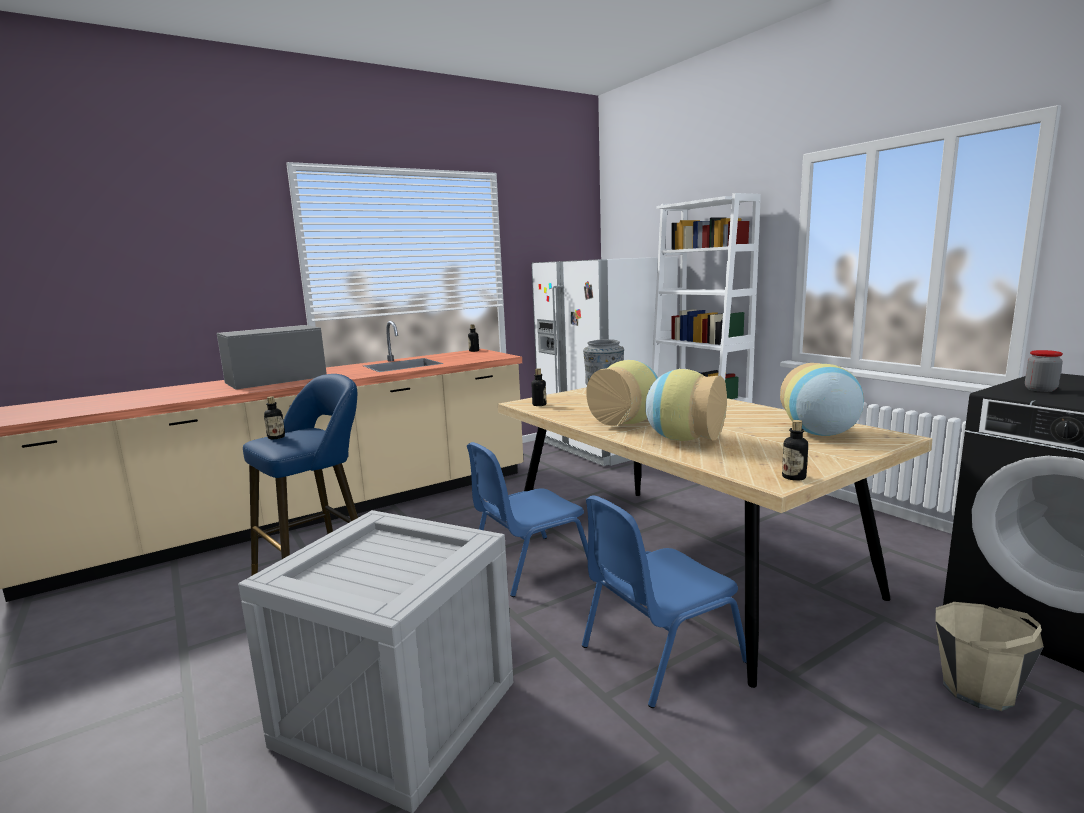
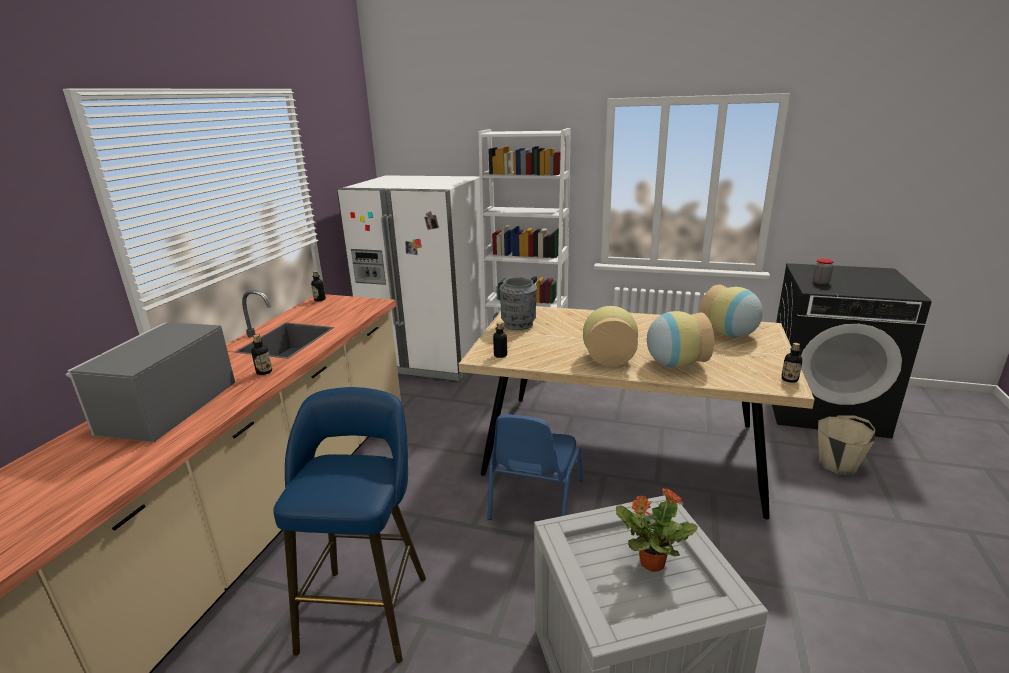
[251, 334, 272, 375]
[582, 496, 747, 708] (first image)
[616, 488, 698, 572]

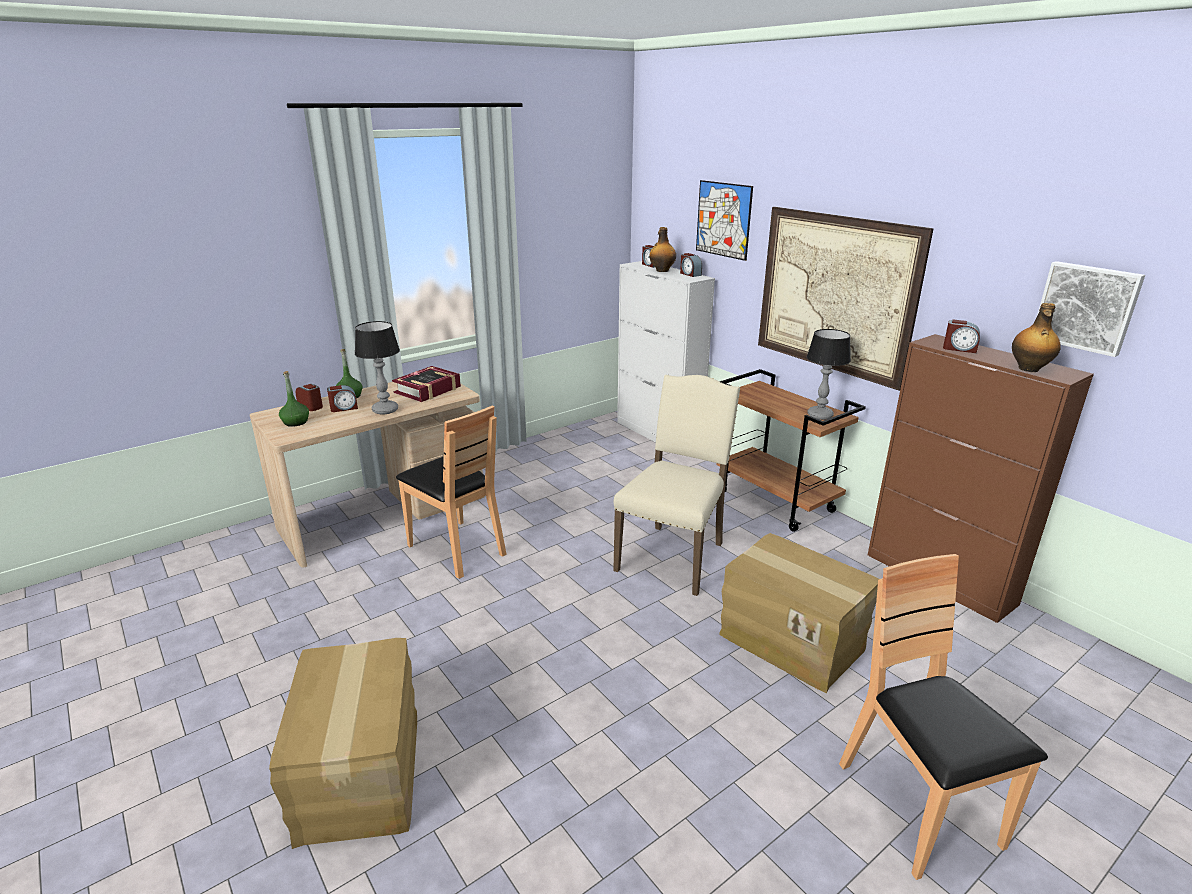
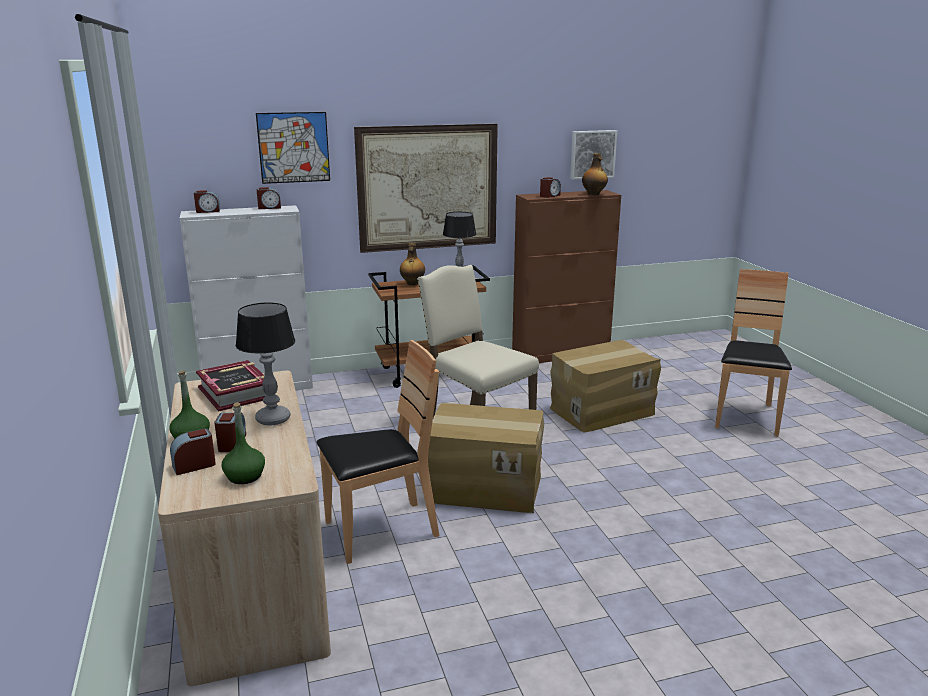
[428, 403, 544, 513]
[400, 243, 425, 286]
[715, 269, 792, 436]

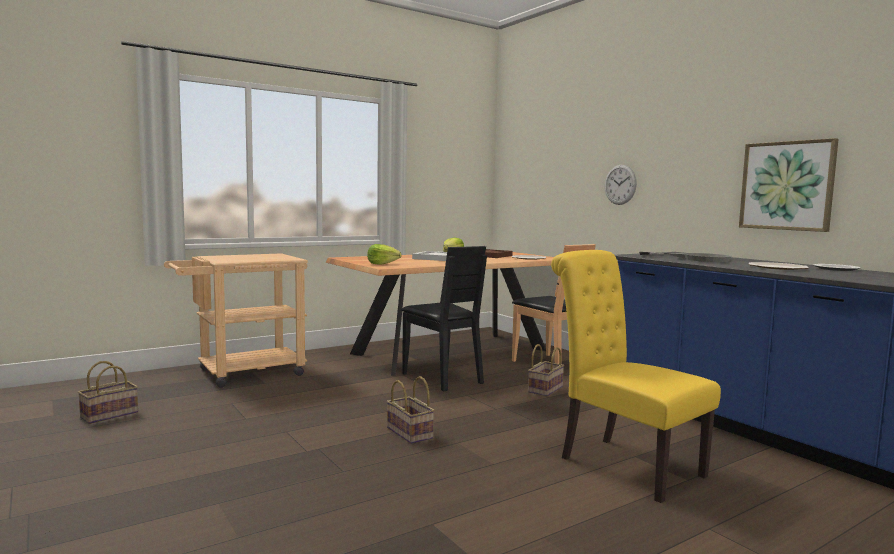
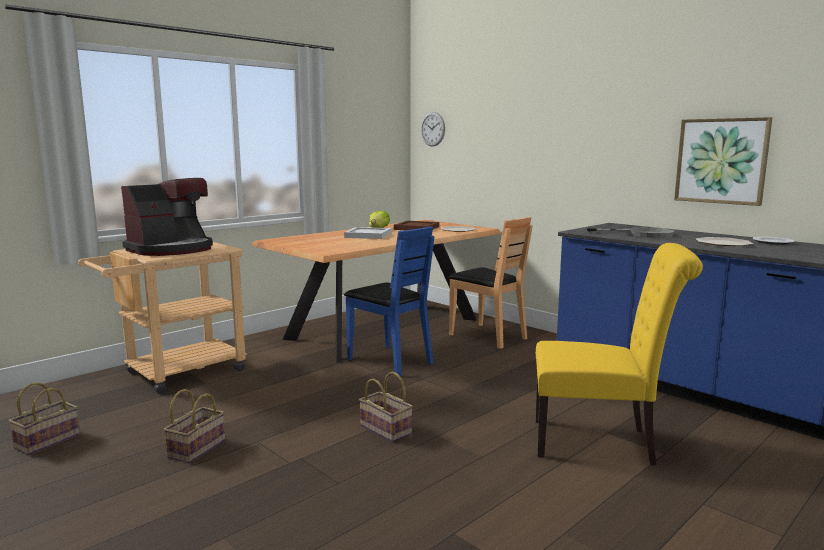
[367, 244, 402, 265] (first image)
[344, 227, 435, 376]
[164, 389, 225, 464]
[536, 243, 703, 465]
[421, 112, 445, 147]
[121, 178, 213, 256]

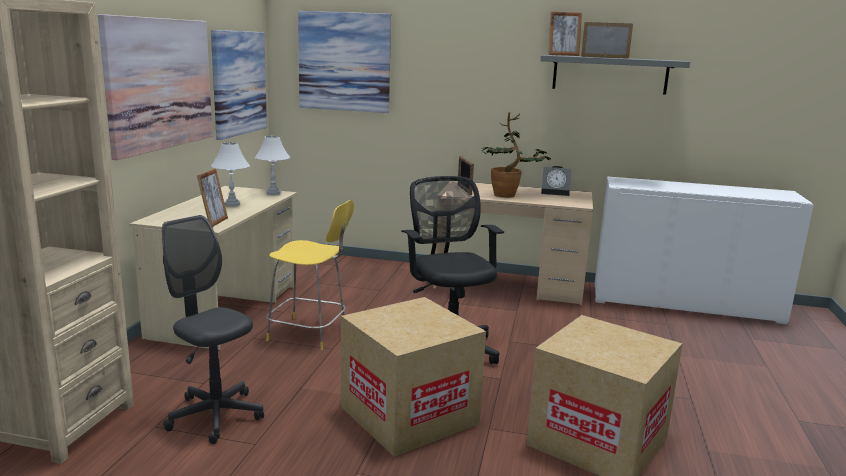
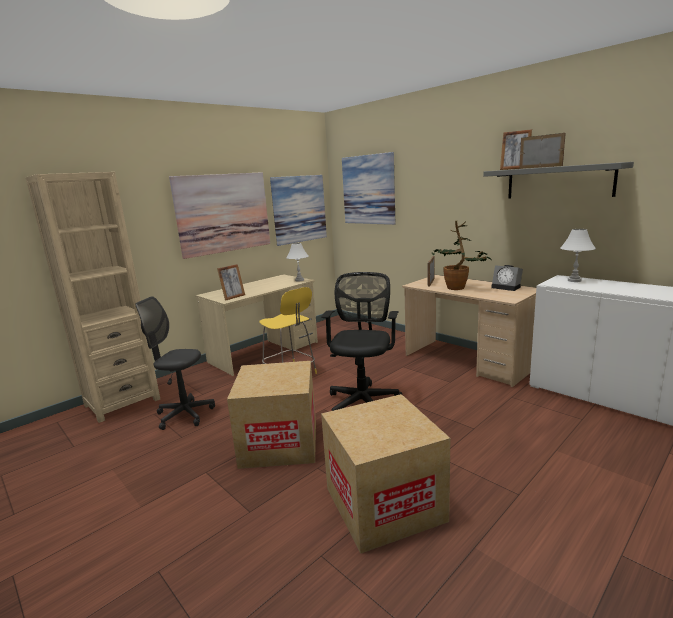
[135, 296, 215, 430]
[560, 229, 596, 282]

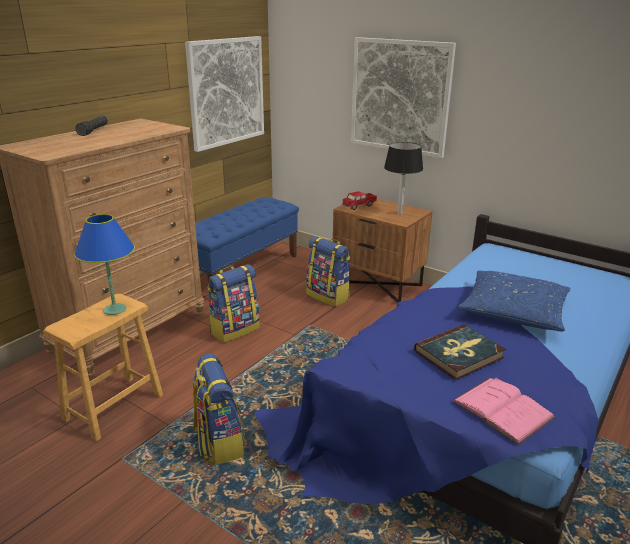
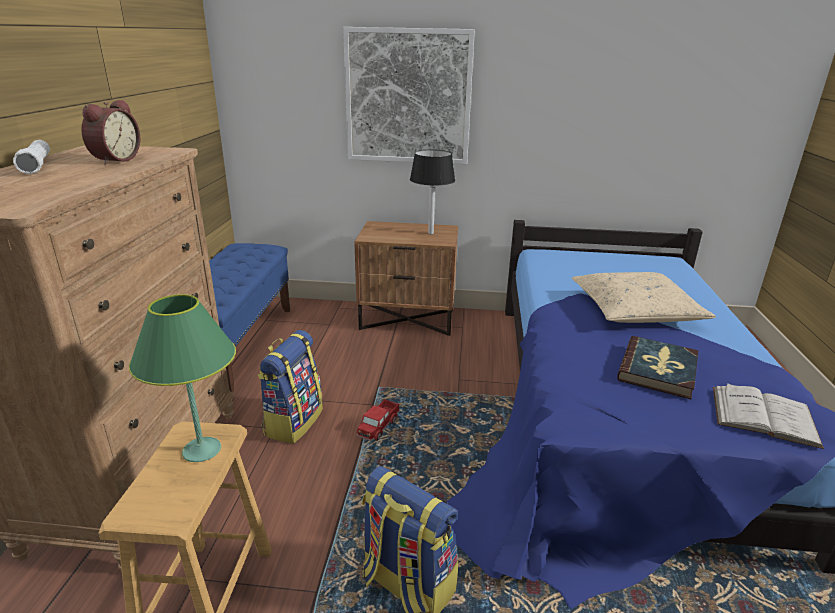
[129, 294, 236, 462]
[13, 140, 50, 174]
[185, 36, 264, 152] (first image)
[306, 236, 350, 307] (first image)
[357, 399, 400, 441]
[713, 384, 824, 449]
[572, 272, 716, 323]
[81, 100, 140, 165]

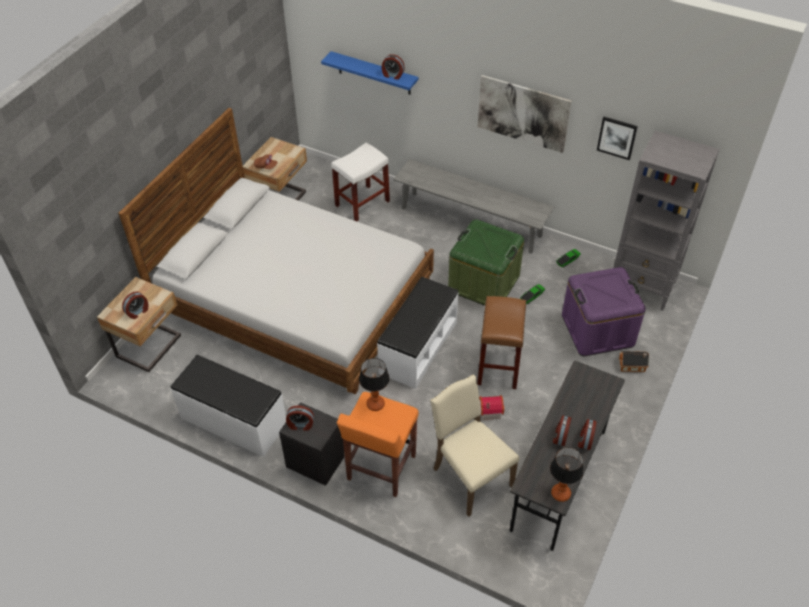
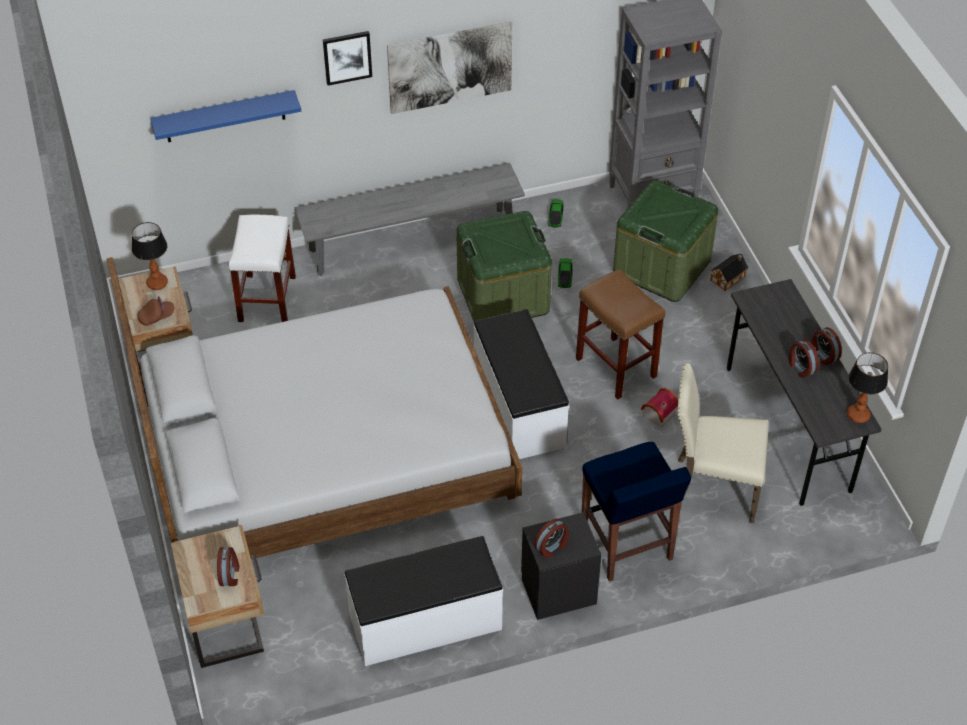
[582, 442, 691, 582]
[132, 222, 168, 290]
[382, 54, 405, 80] (first image)
[613, 180, 718, 302]
[323, 31, 372, 86]

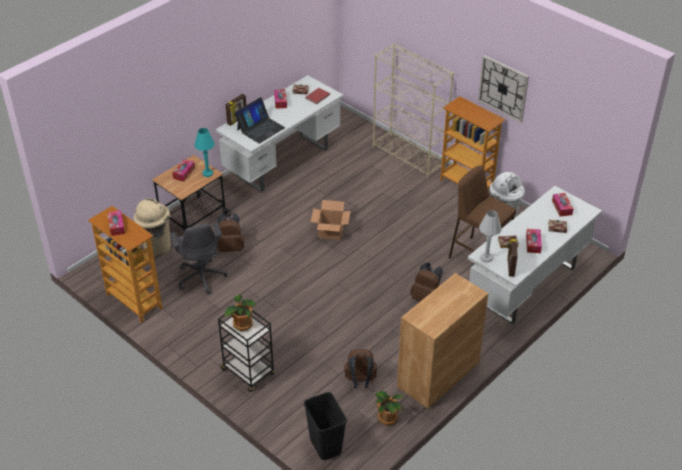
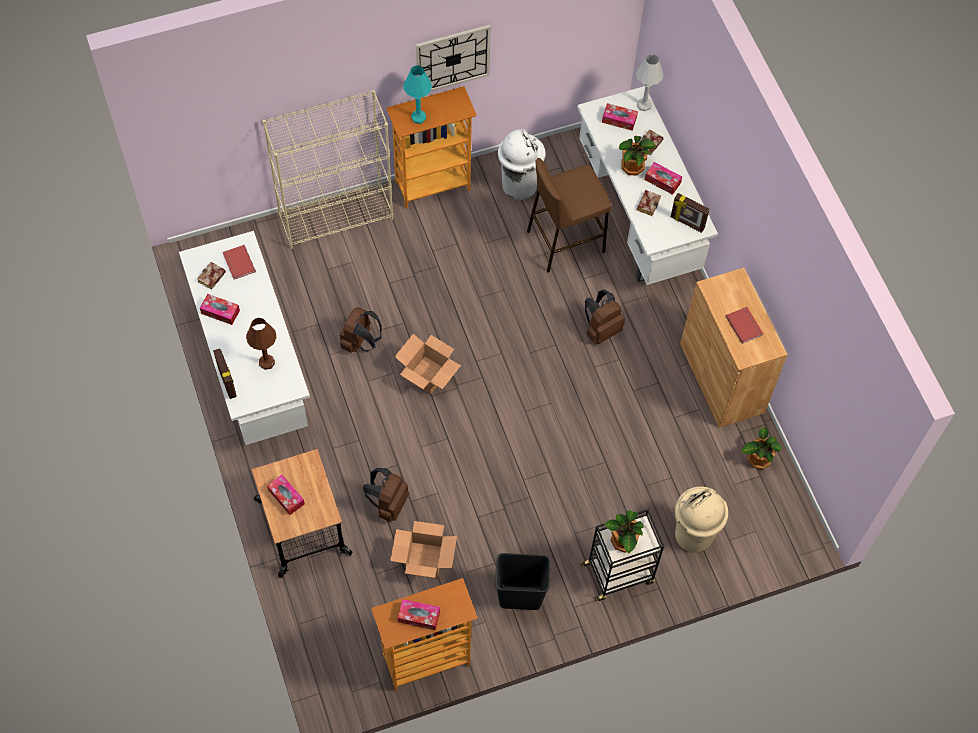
[675, 486, 728, 553]
[390, 521, 457, 578]
[403, 65, 432, 124]
[246, 318, 277, 370]
[495, 553, 550, 610]
[340, 307, 382, 353]
[636, 54, 663, 111]
[619, 136, 656, 175]
[726, 307, 763, 344]

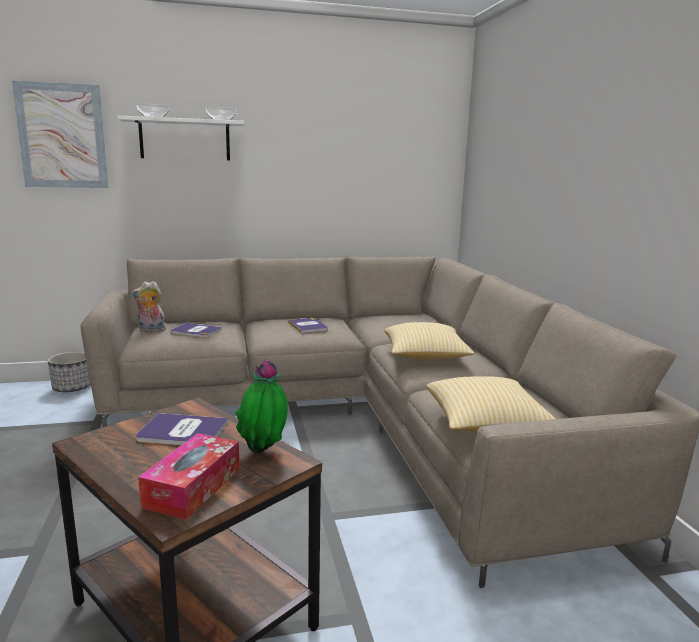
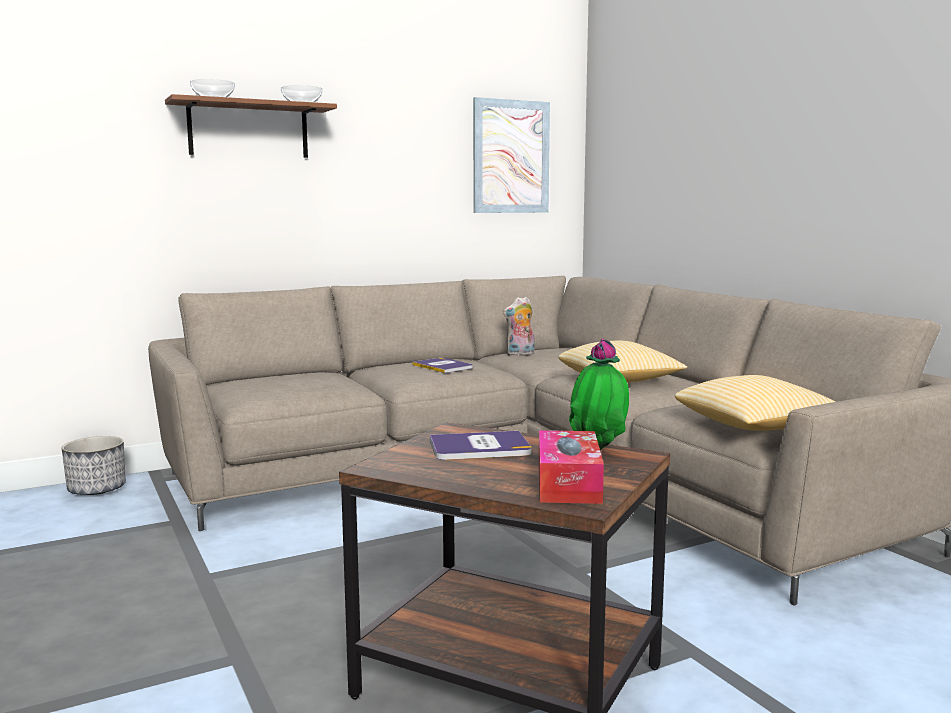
[473, 97, 550, 213]
[165, 94, 337, 158]
[503, 296, 535, 356]
[171, 323, 222, 338] (first image)

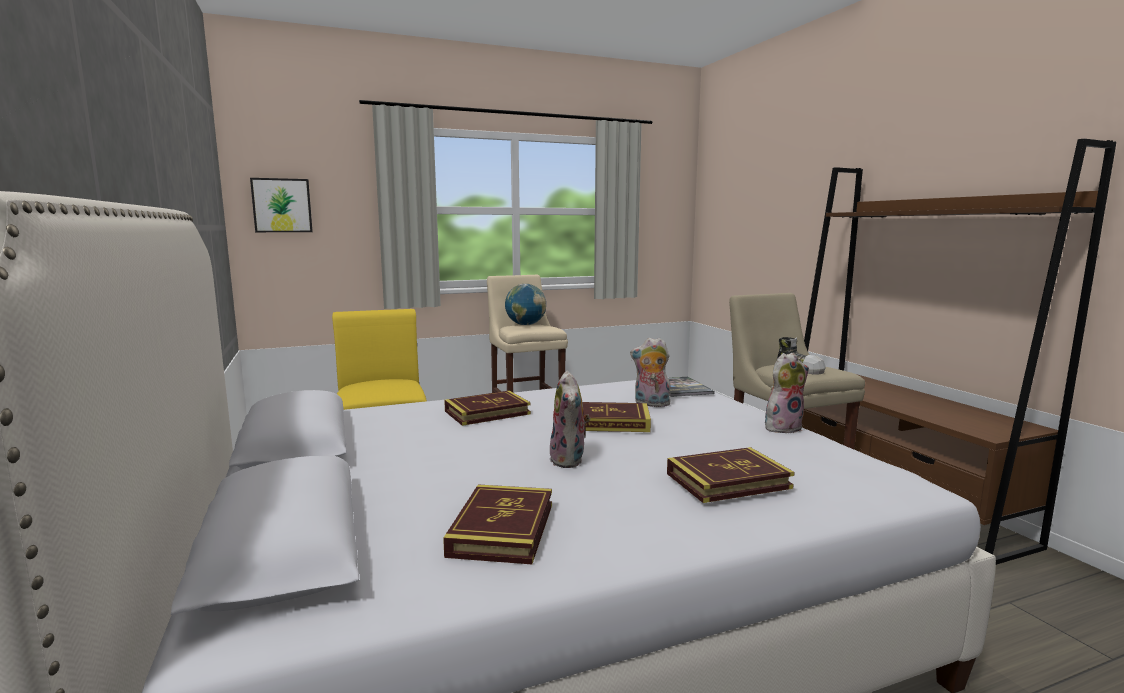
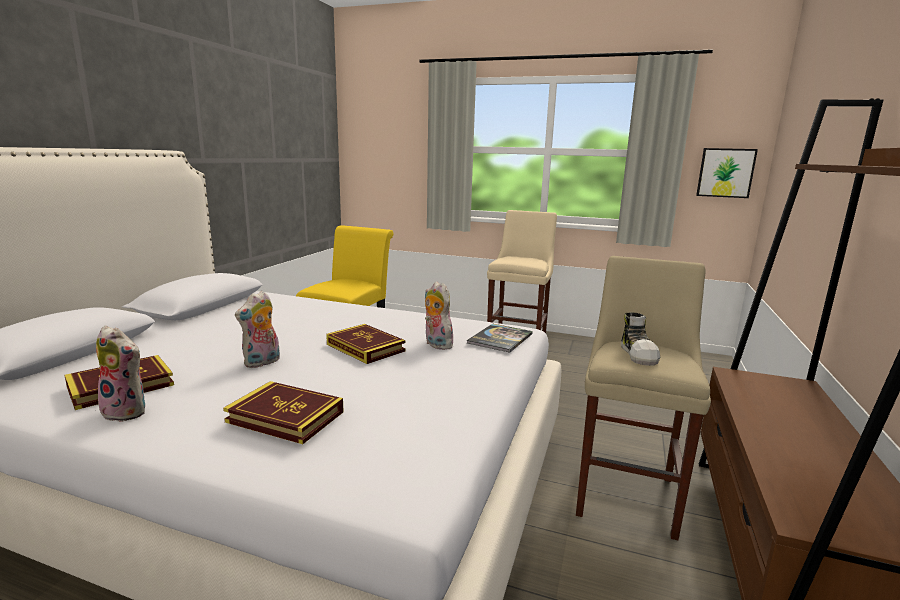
[696, 148, 758, 198]
[444, 390, 531, 426] (first image)
[505, 284, 546, 325] (first image)
[96, 325, 145, 422]

